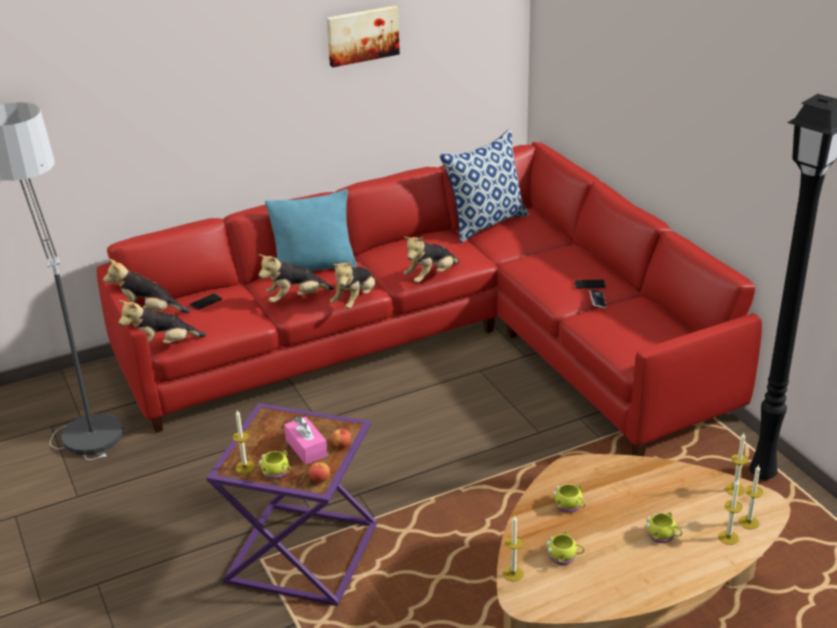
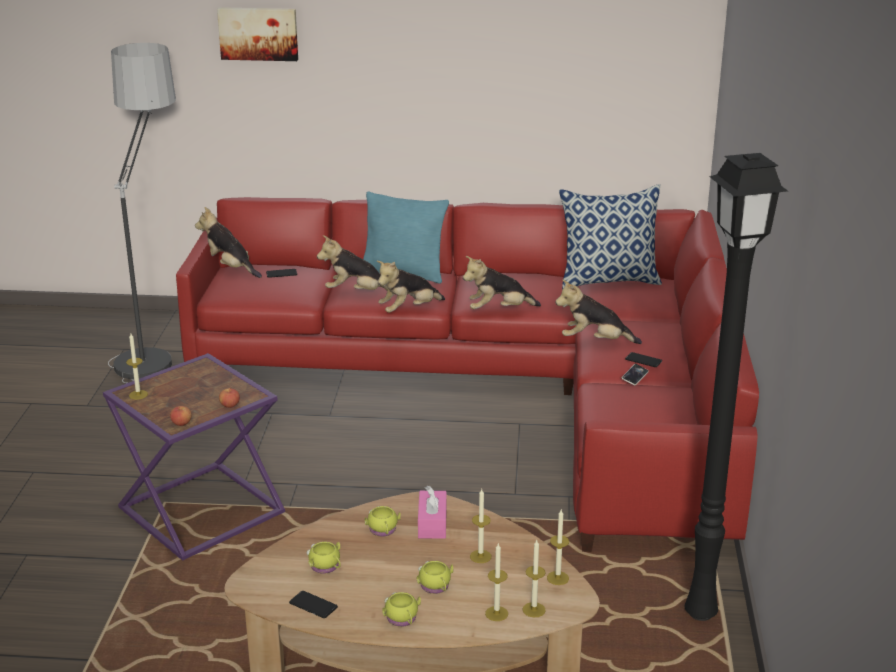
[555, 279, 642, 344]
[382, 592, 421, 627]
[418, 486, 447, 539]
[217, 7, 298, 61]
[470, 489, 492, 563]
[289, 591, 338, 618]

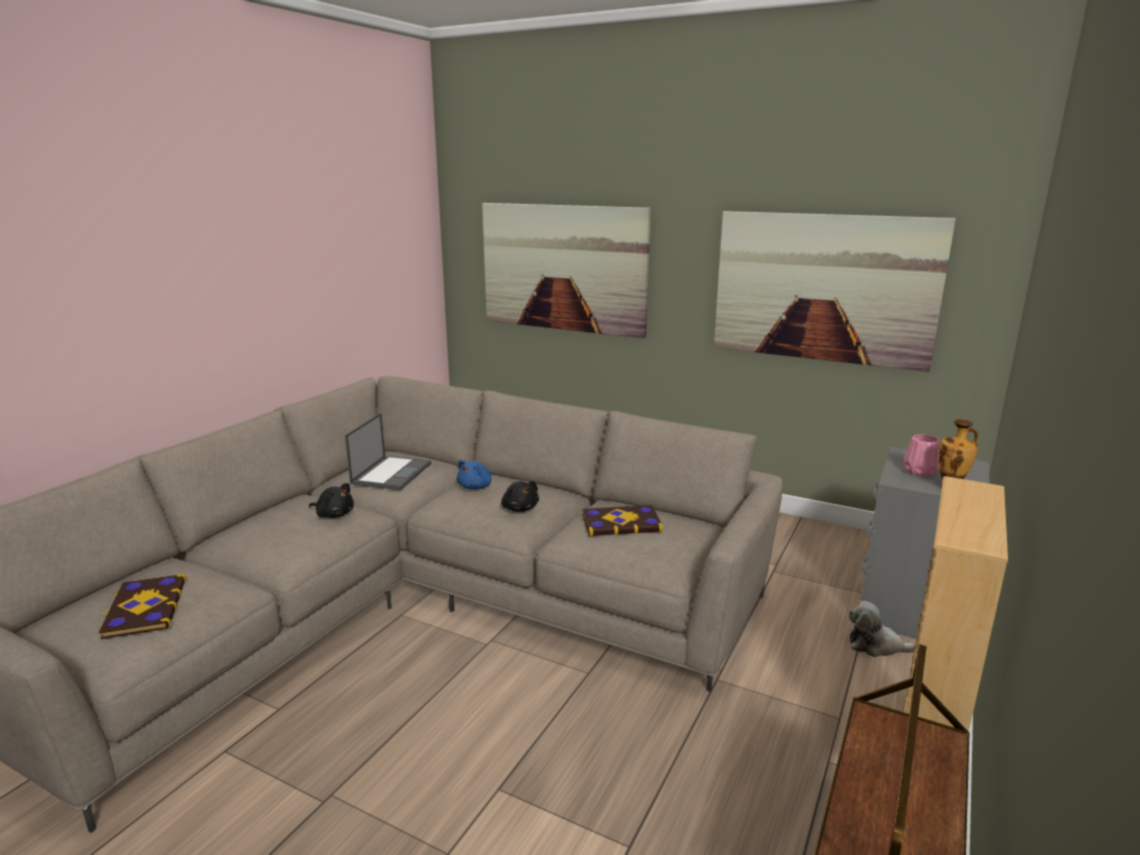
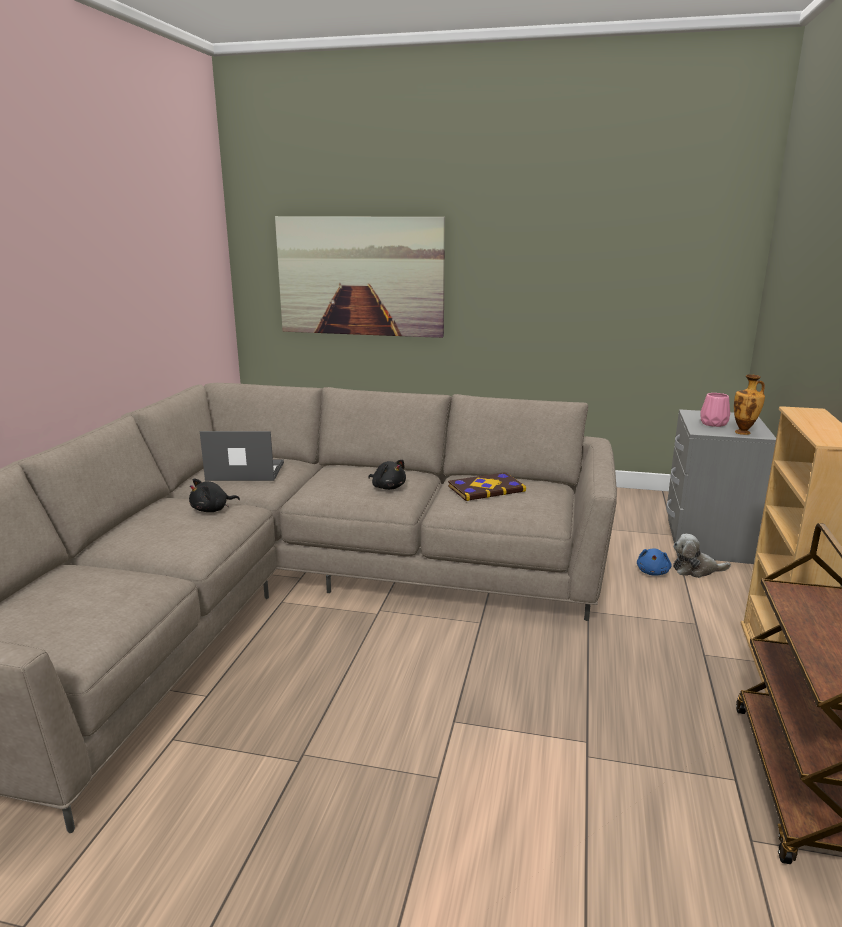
[99, 574, 186, 639] (first image)
[189, 478, 240, 512]
[200, 431, 284, 481]
[637, 548, 672, 576]
[714, 211, 956, 372] (first image)

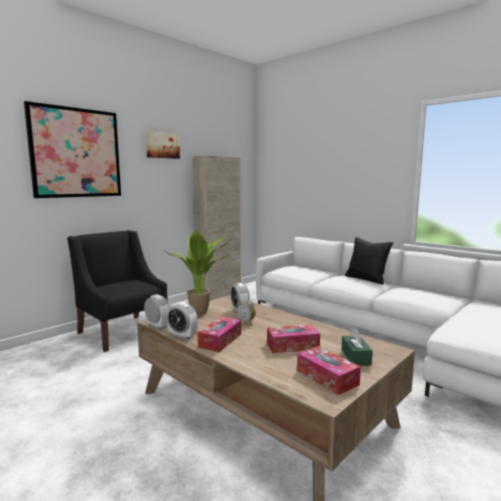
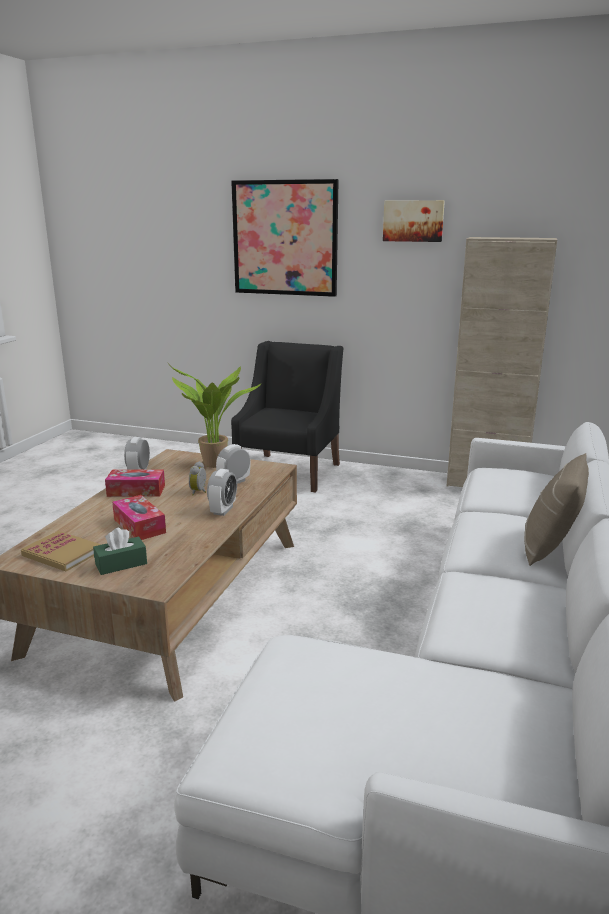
[207, 469, 237, 516]
[21, 531, 101, 571]
[524, 453, 589, 566]

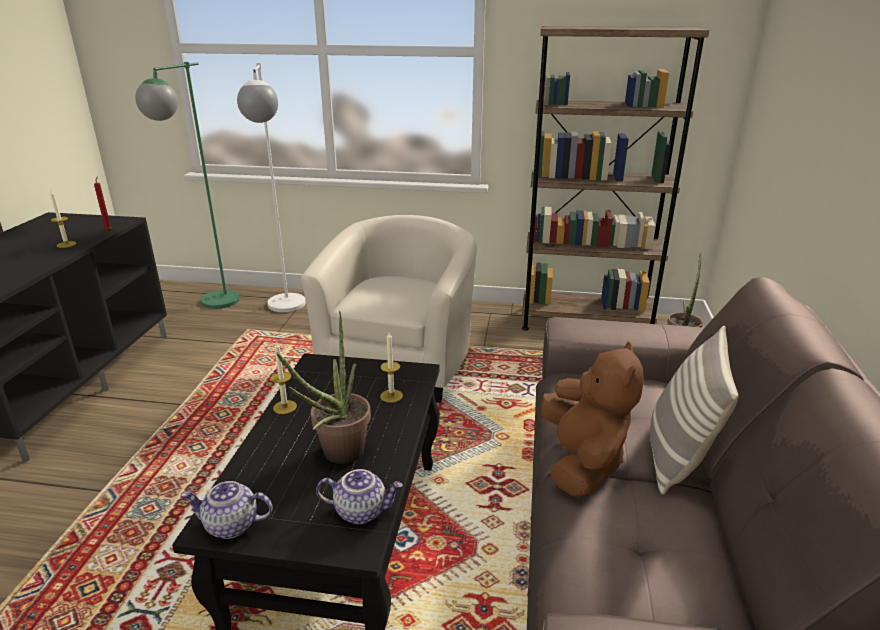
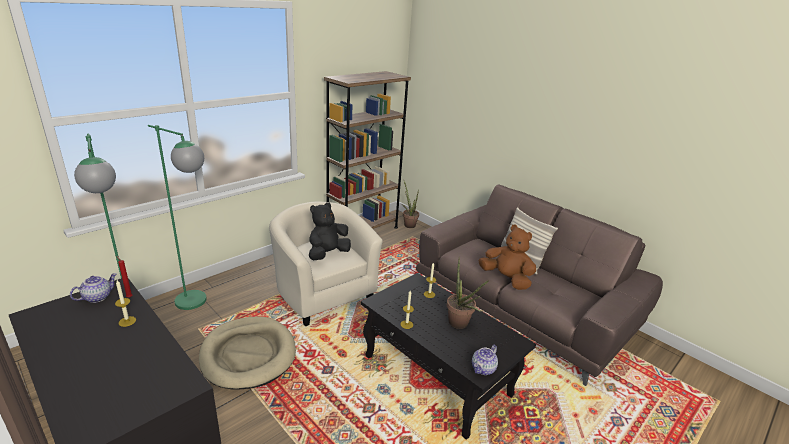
[148, 125, 207, 310]
[70, 273, 117, 303]
[199, 316, 296, 390]
[309, 202, 351, 260]

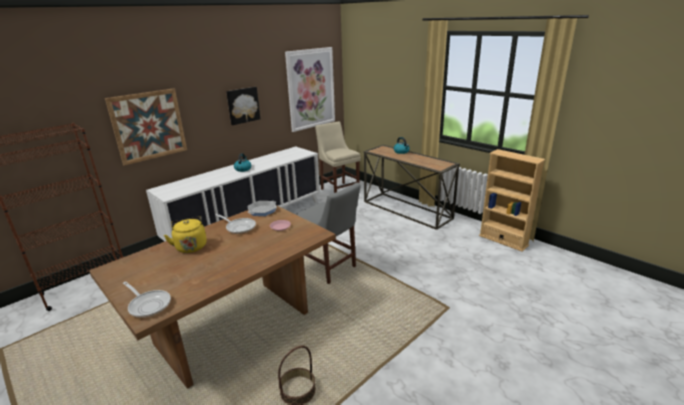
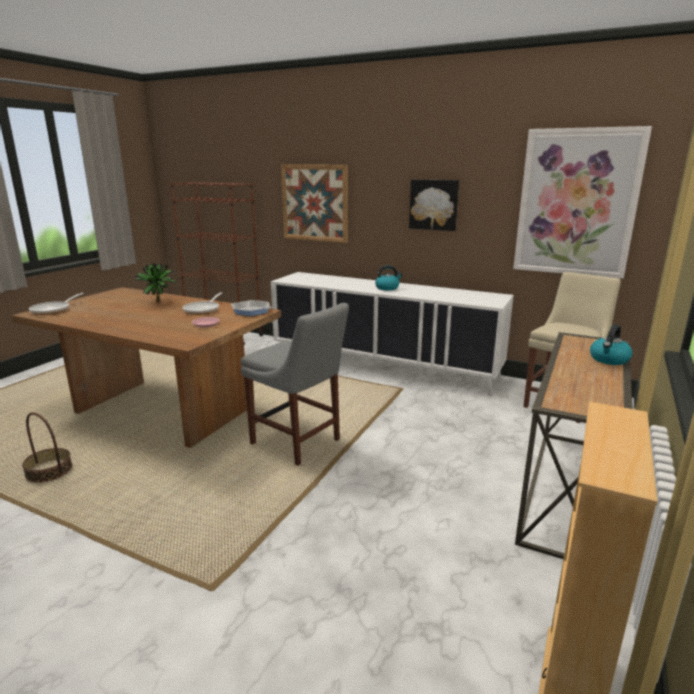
[135, 263, 176, 303]
[241, 303, 349, 466]

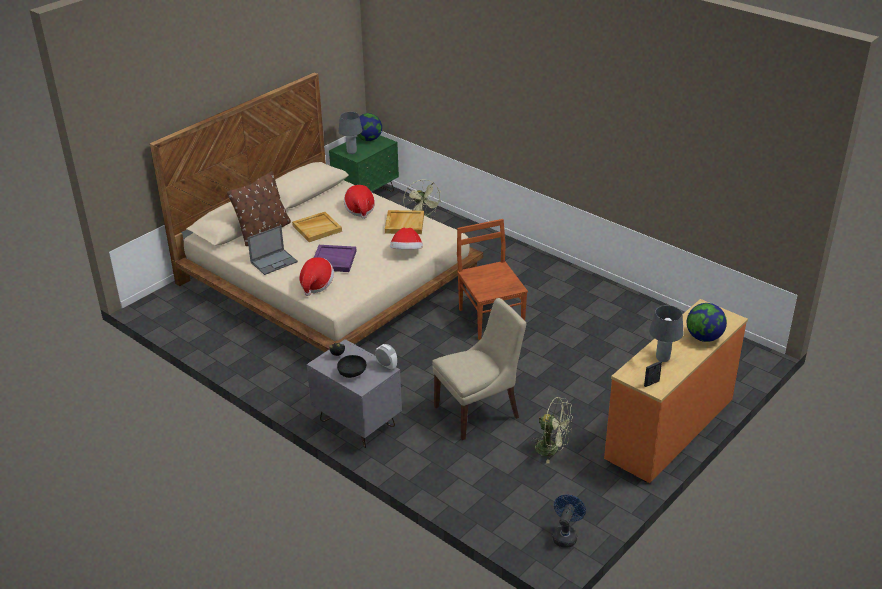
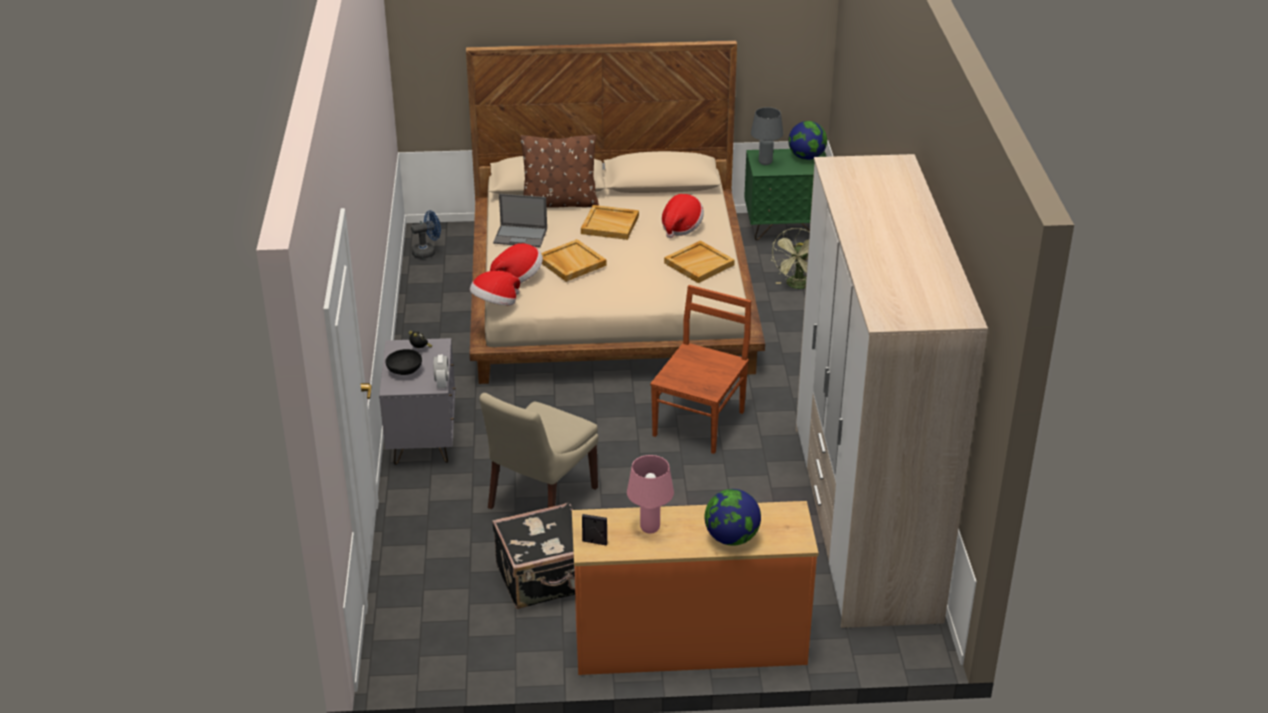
[541, 239, 607, 282]
[470, 271, 520, 305]
[479, 393, 598, 509]
[492, 502, 575, 609]
[411, 211, 441, 259]
[627, 455, 674, 534]
[796, 154, 988, 628]

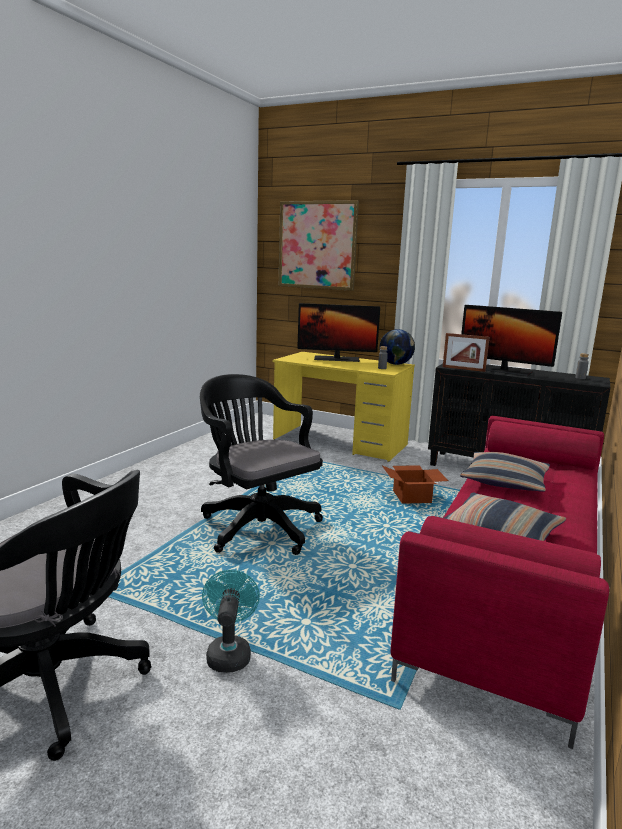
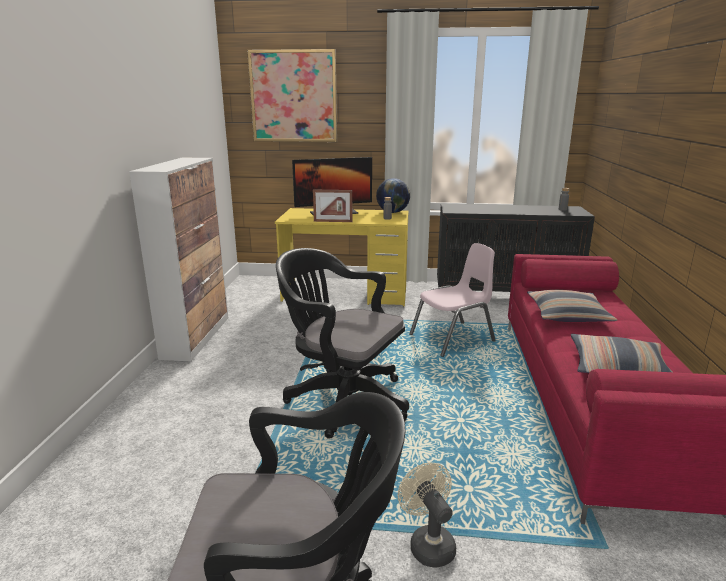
[398, 463, 456, 568]
[409, 243, 496, 357]
[313, 190, 353, 222]
[461, 305, 562, 376] (first image)
[129, 158, 228, 361]

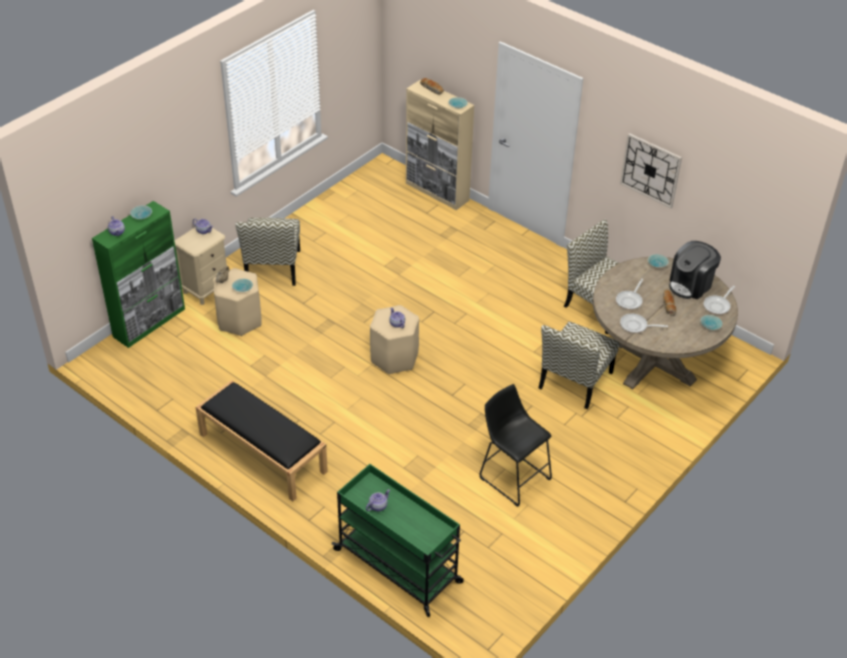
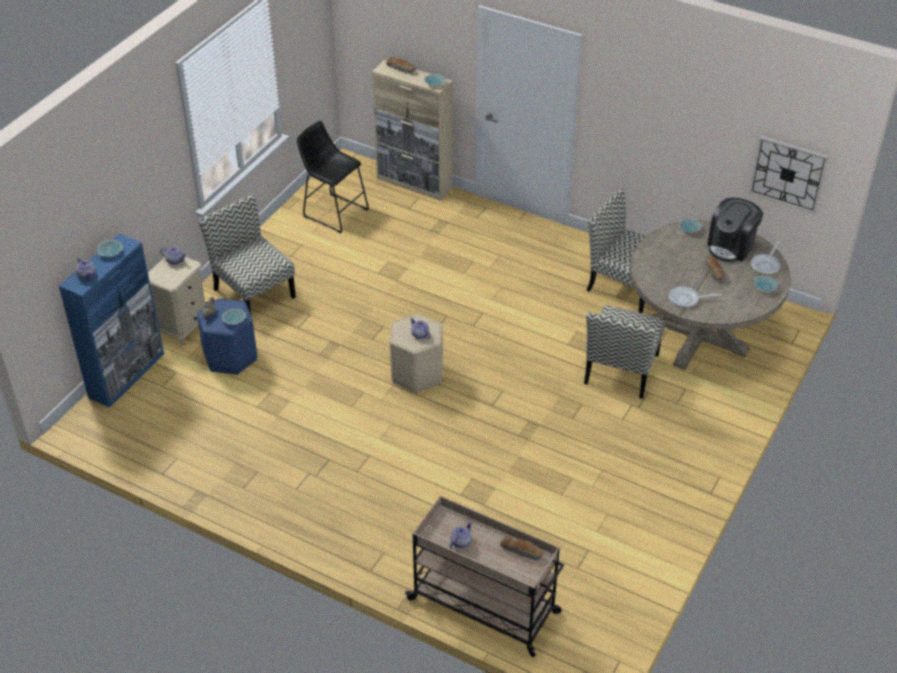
[59, 234, 164, 408]
[195, 380, 328, 502] (first image)
[197, 298, 257, 375]
[198, 194, 296, 315]
[405, 496, 564, 657]
[297, 121, 369, 234]
[616, 279, 644, 310] (first image)
[749, 136, 829, 214]
[500, 536, 544, 560]

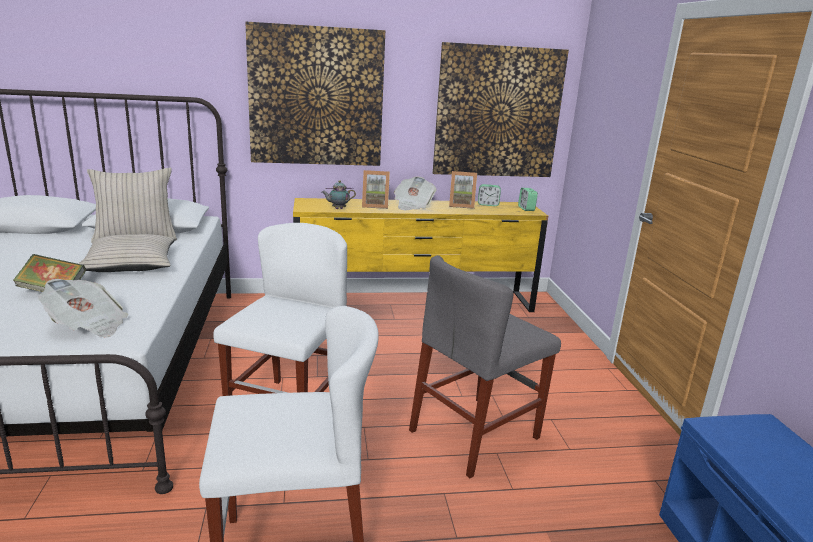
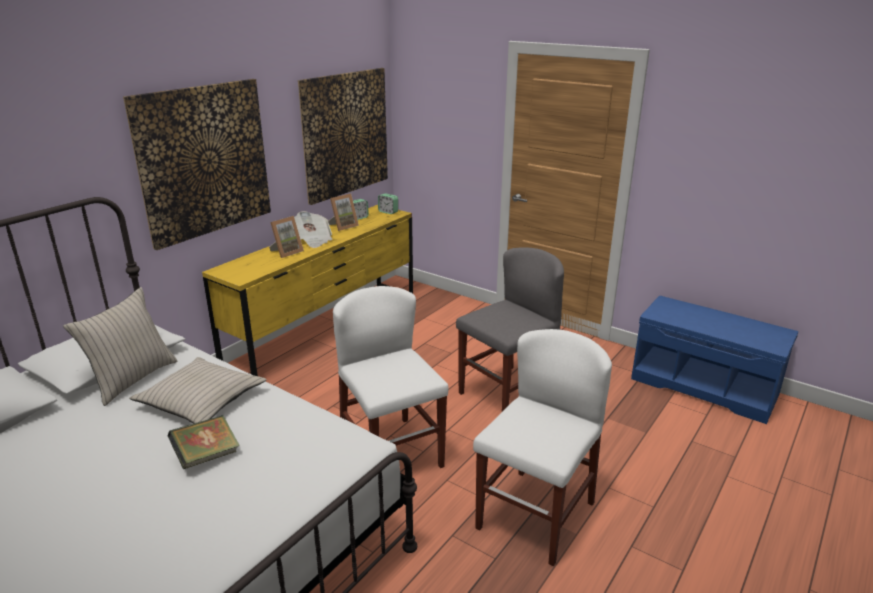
[38, 279, 128, 337] (first image)
[322, 180, 356, 209] (first image)
[456, 248, 564, 412]

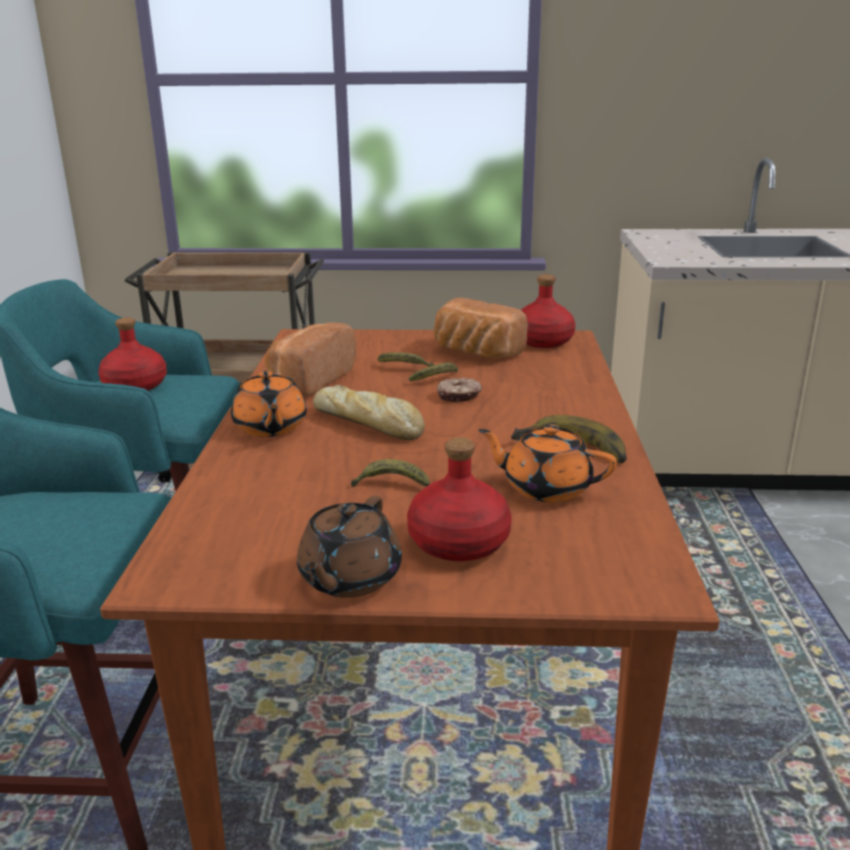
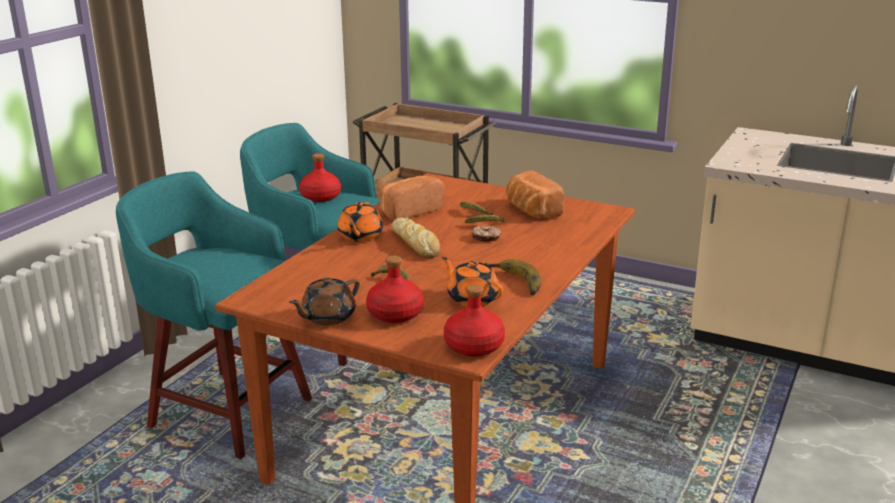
[444, 284, 505, 357]

